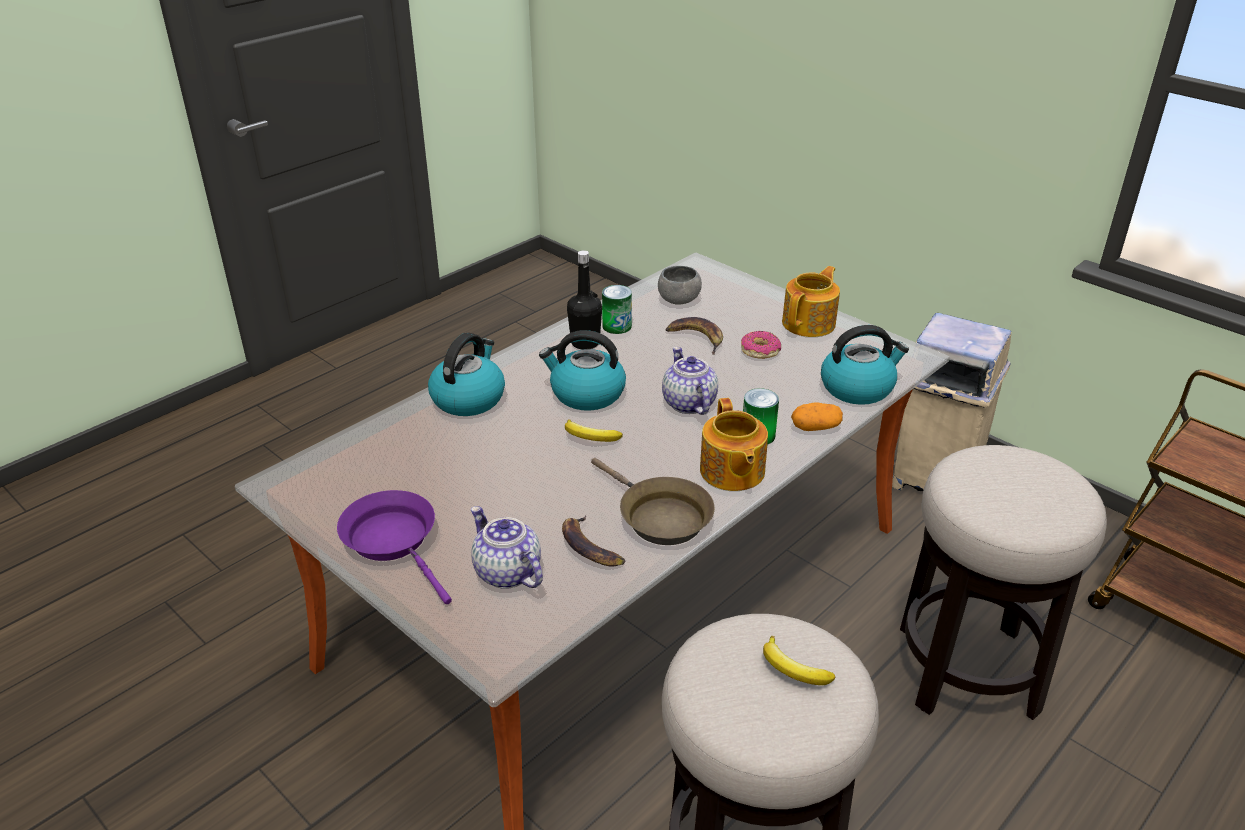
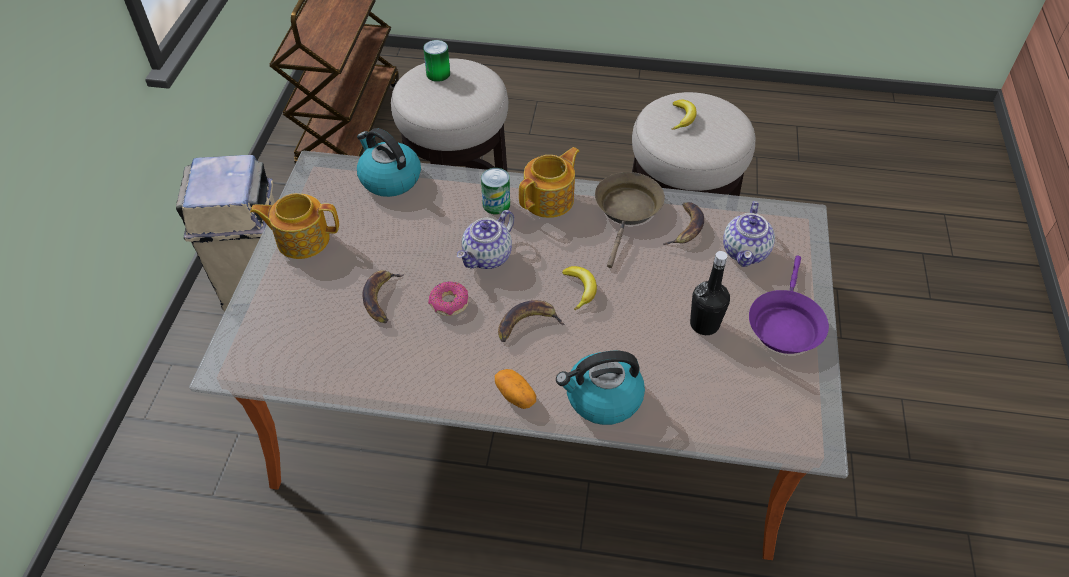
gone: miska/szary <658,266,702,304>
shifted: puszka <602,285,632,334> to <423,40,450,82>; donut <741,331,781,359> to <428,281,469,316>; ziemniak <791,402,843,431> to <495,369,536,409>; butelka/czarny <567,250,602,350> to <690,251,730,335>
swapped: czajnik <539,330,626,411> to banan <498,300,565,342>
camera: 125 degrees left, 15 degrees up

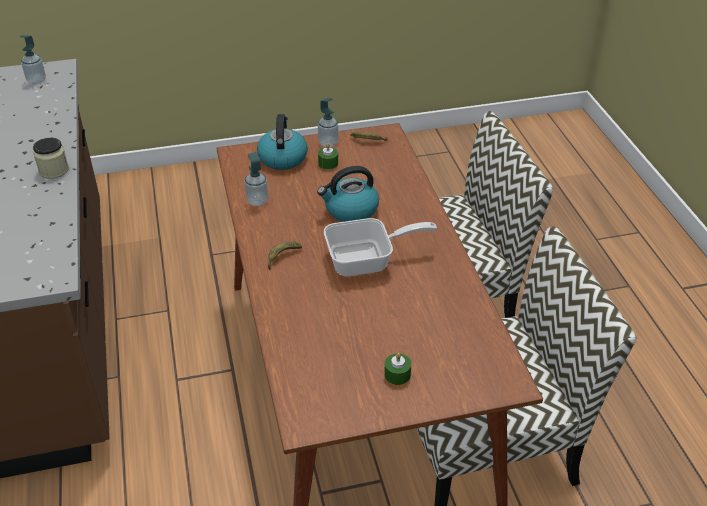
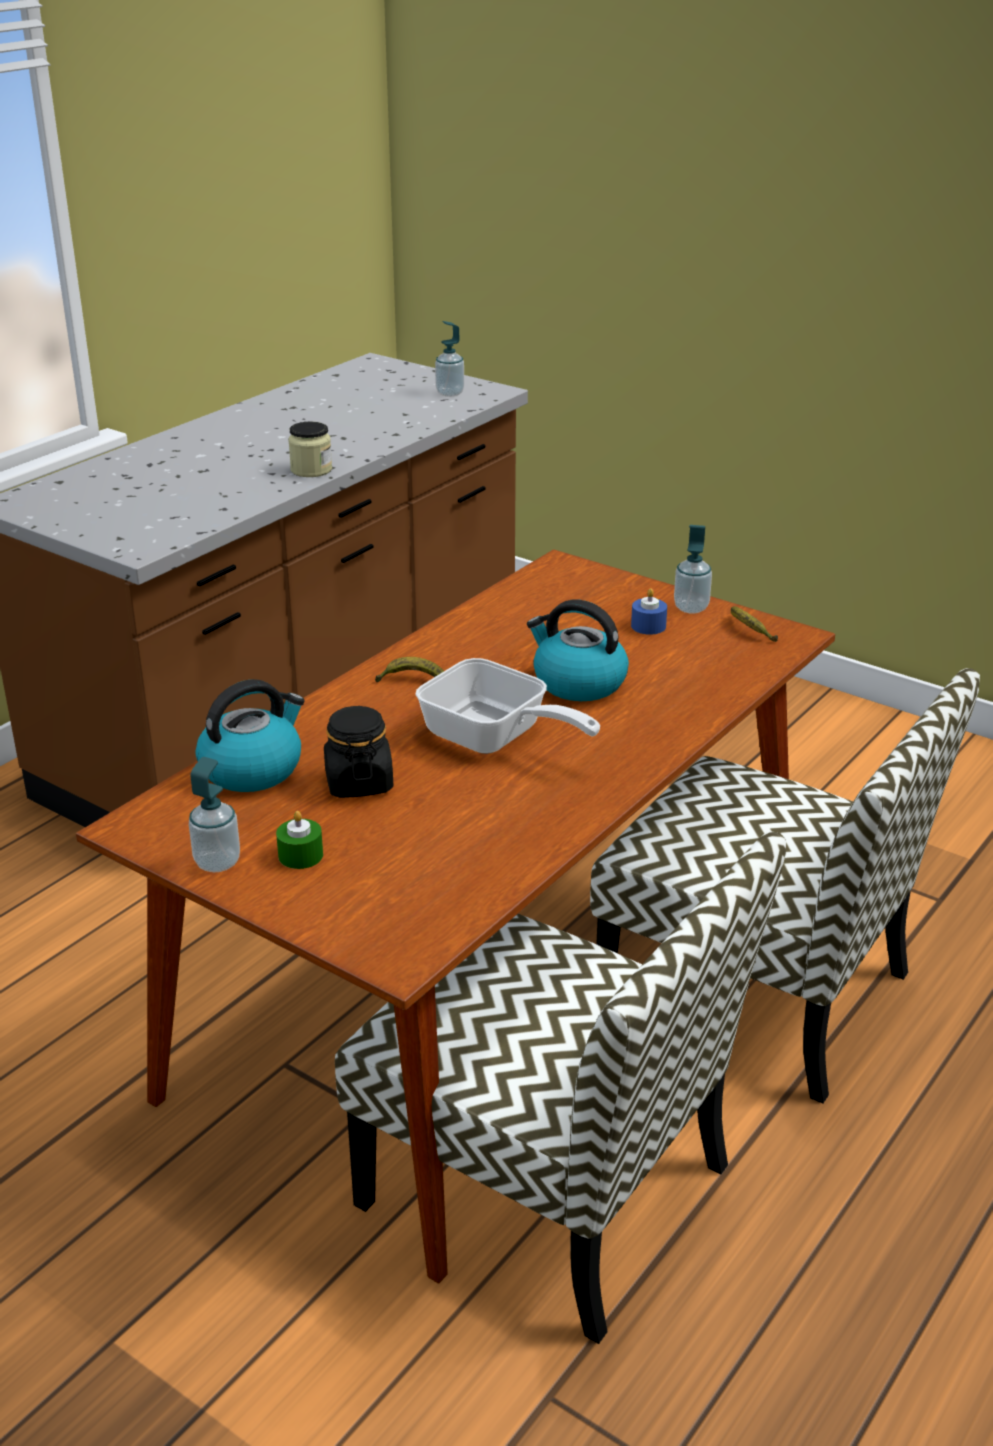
new: słoik/czarny <324,706,394,798>
shifted: dozownik mydła <244,152,268,206> to <189,757,240,872>; czajnik <257,114,308,170> to <196,679,305,792>
repainted: świeca/zielony <318,144,338,170> to świeca/niebieski <631,588,667,635>
camera: 50 degrees right, 10 degrees down

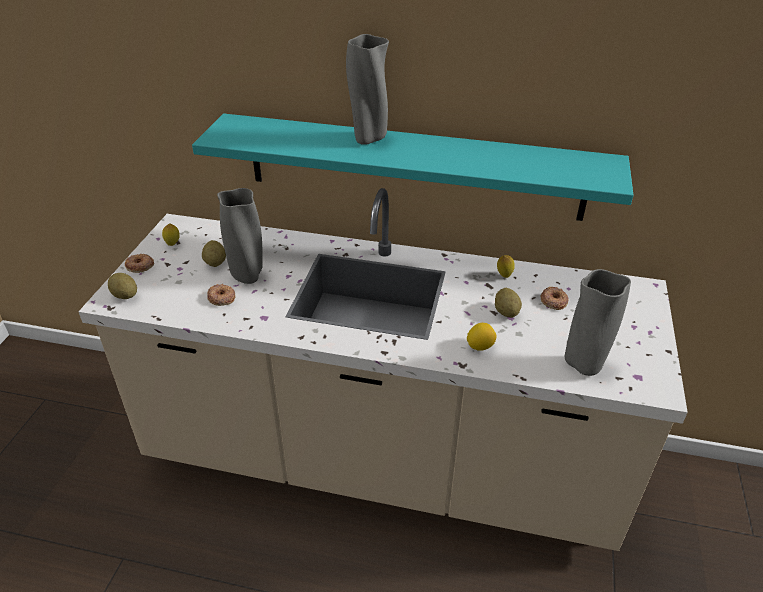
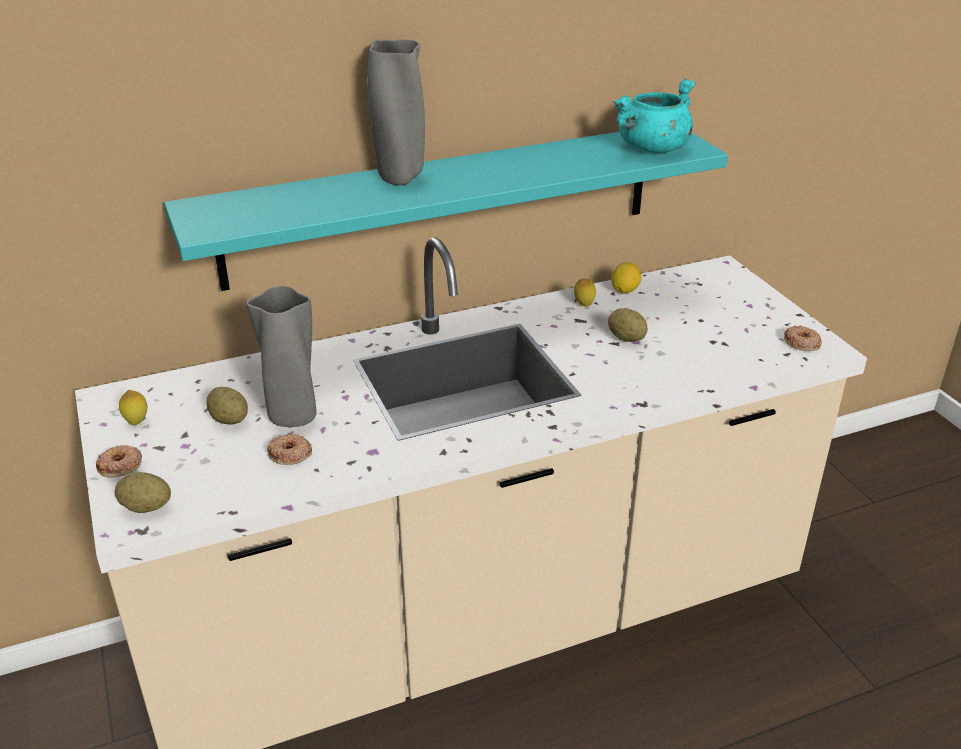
gone: wazon/szary <565,269,631,376>
new: garnek/turkusowy <613,79,696,153>
shifted: cytryna <467,323,496,351> to <611,262,641,293>; donut <540,287,569,310> to <784,325,822,351>
camera: 35 degrees left, 5 degrees down

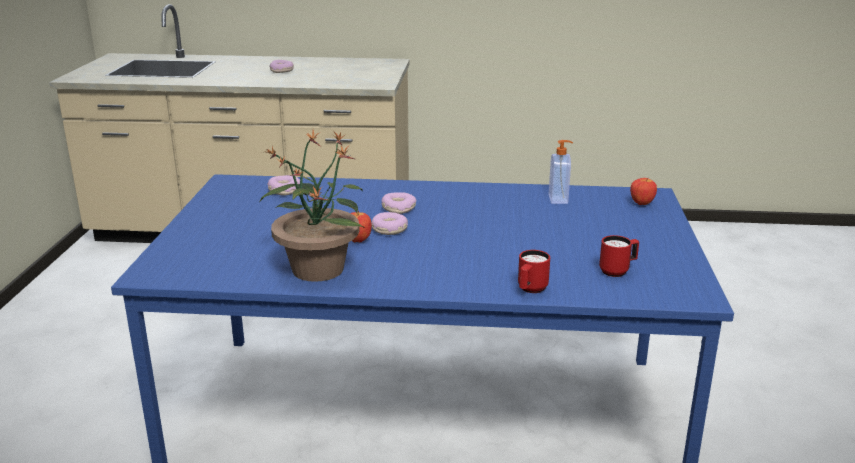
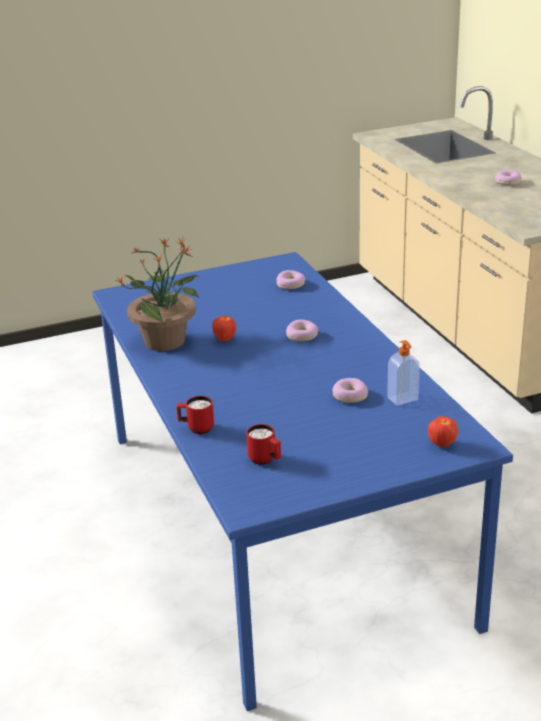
shifted: donut <372,212,408,235> to <333,378,368,403>
camera: 65 degrees right, 5 degrees up

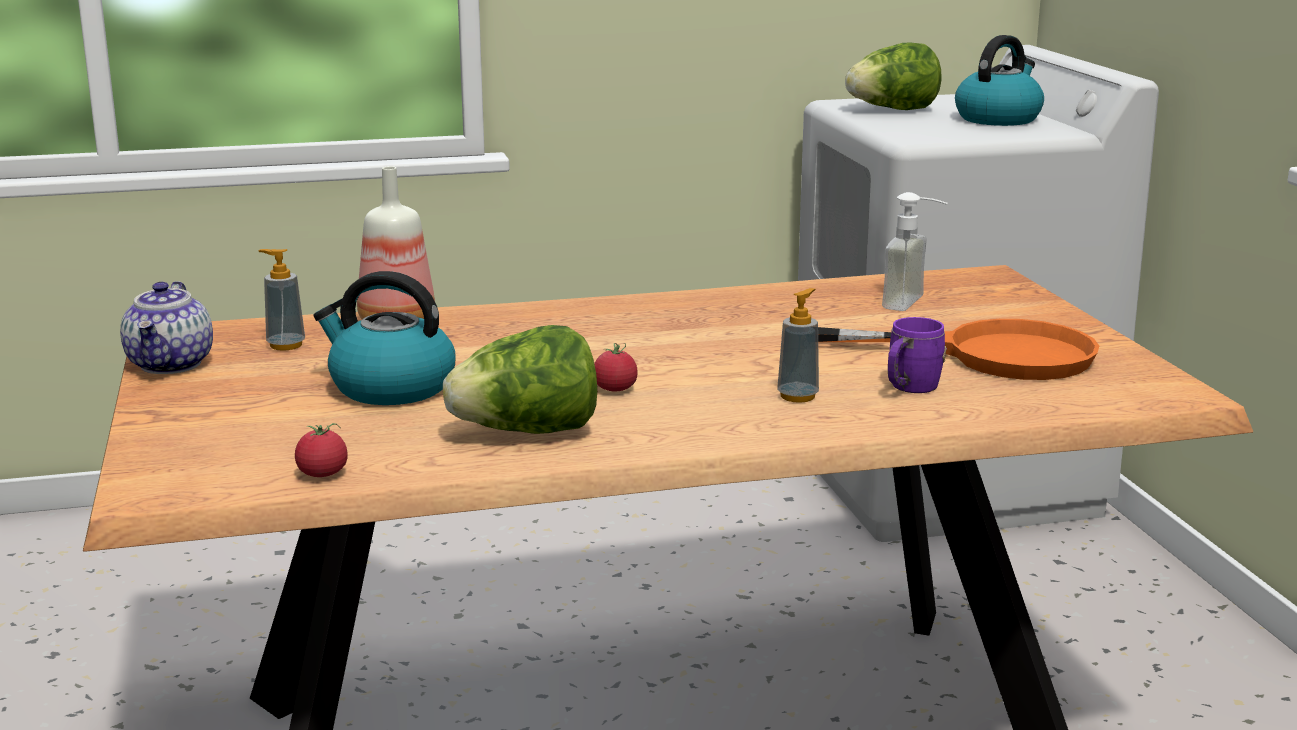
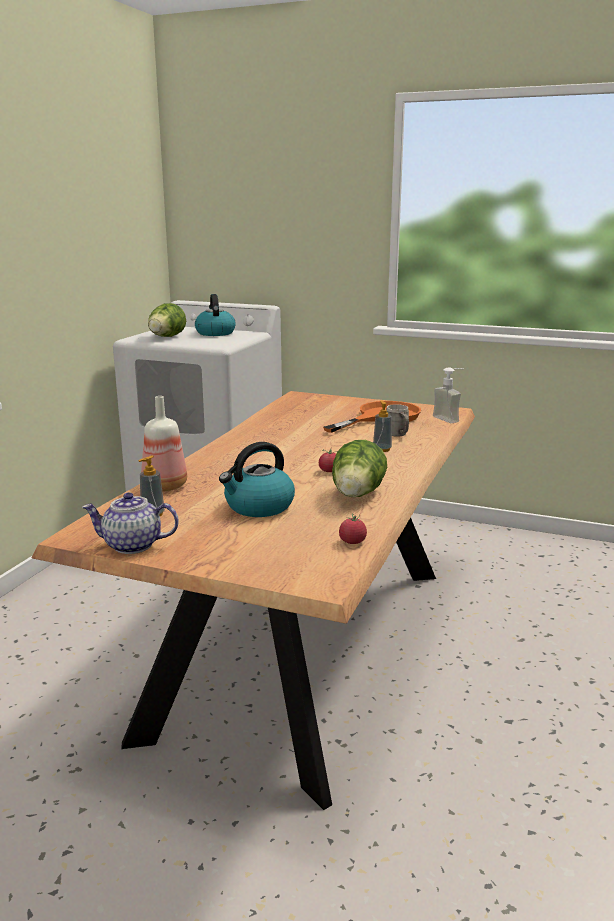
shifted: dozownik mydła <882,192,948,311> to <433,367,463,423>
repainted: kubek/fioletowy <888,317,947,393> to kubek/szary <386,404,409,437>
rotated: imbryk <120,281,213,374> = <82,492,179,554> 150 degrees clockwise
camera: 55 degrees left, 0 degrees up

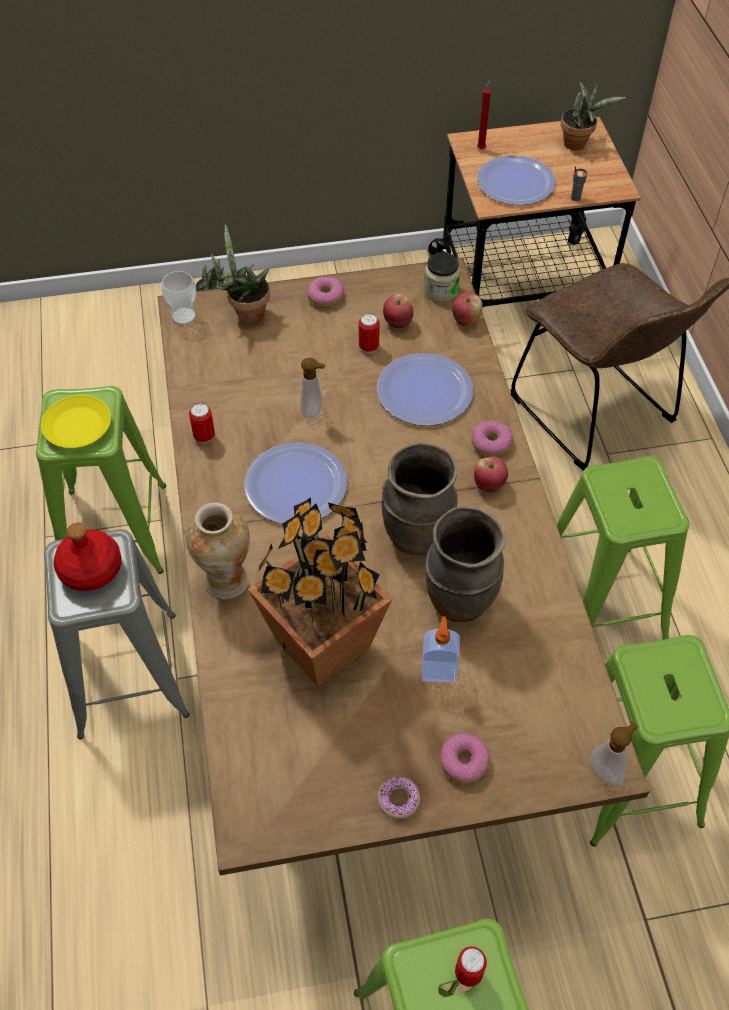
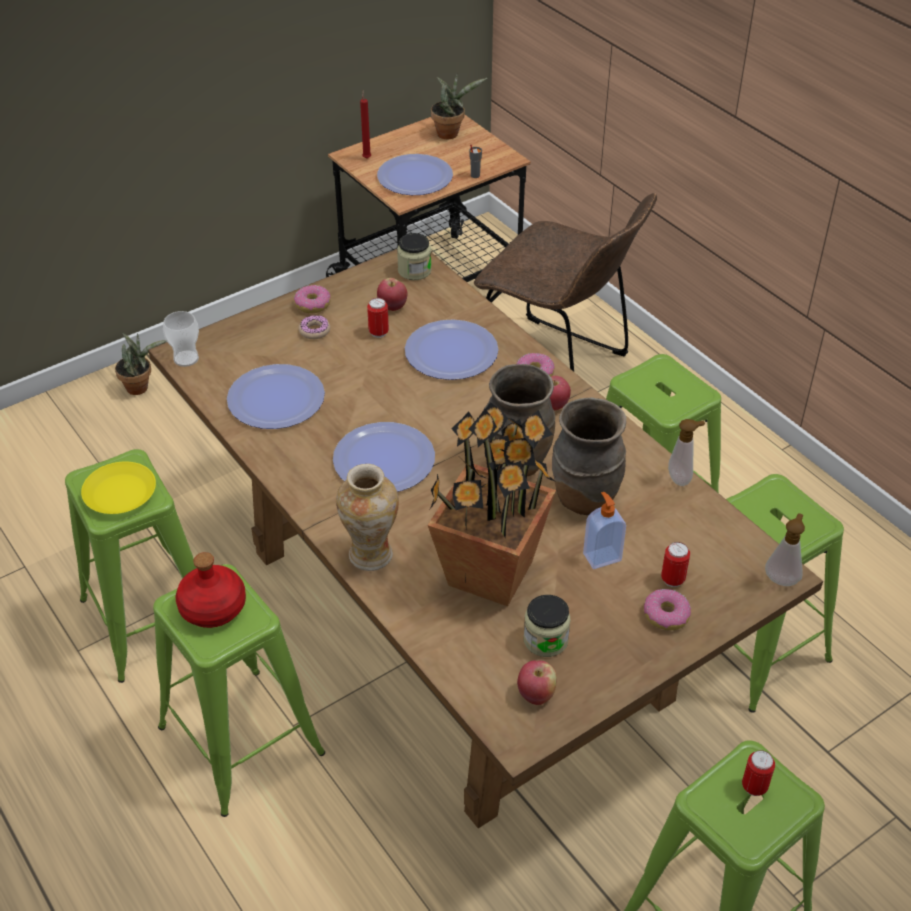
gone: roślina doniczkowa <217,224,270,324>
new: talerz <227,364,325,429>; słoik <524,595,570,657>
shifted: donut <377,777,420,819> to <299,315,330,339>; jabłko <452,292,483,327> to <517,660,557,705>; puszka <189,403,215,443> to <661,542,690,587>; dozownik mydła <300,358,326,419> to <668,419,705,486>
repainted: stołek/szary <44,529,189,739> to stołek/zielony <153,564,325,817>
camera: 25 degrees left, 10 degrees down

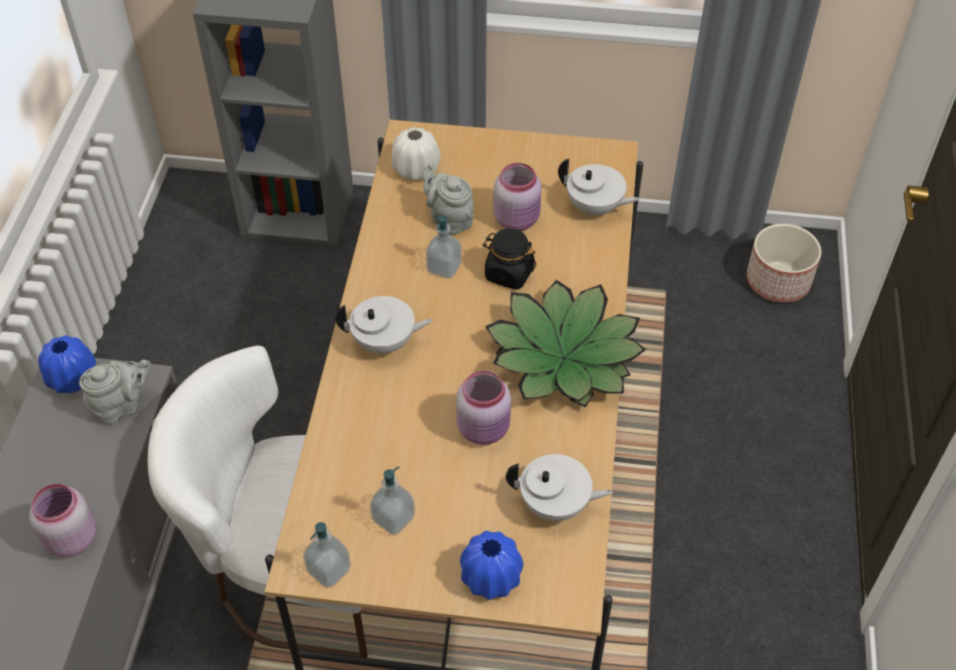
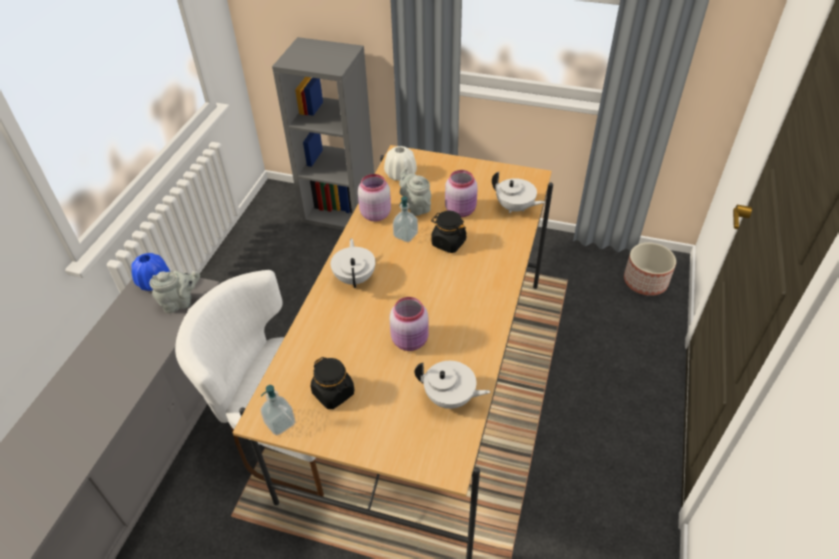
gone: wazon/niebieski <460,531,523,600>; roślina doniczkowa <485,280,646,407>
shifted: słoik/różowy <29,484,96,557> to <358,174,391,221>
swapped: dozownik mydła <370,466,415,535> to słoik/czarny <311,357,354,409>
rotated: imbryk/biały <335,296,433,356> = <331,238,376,288> 105 degrees counterclockwise
camera: 10 degrees right, 5 degrees down

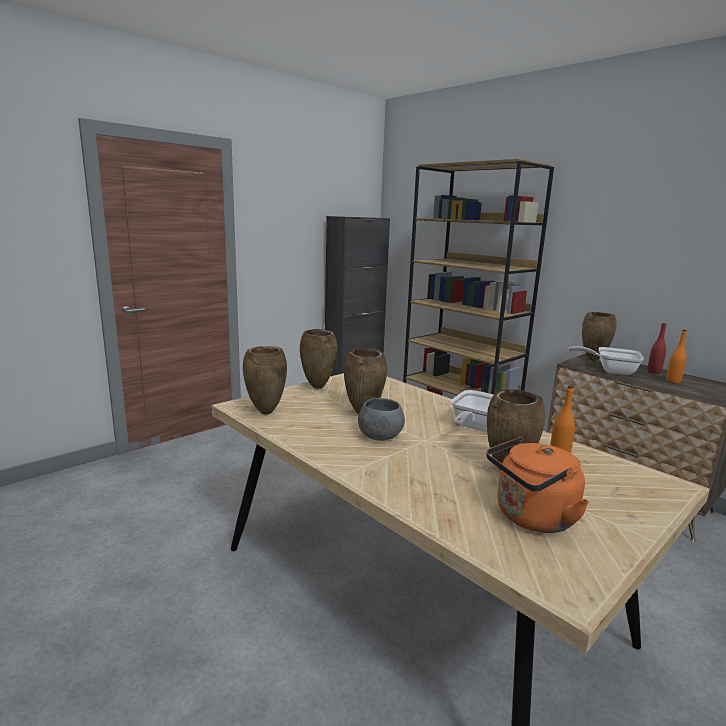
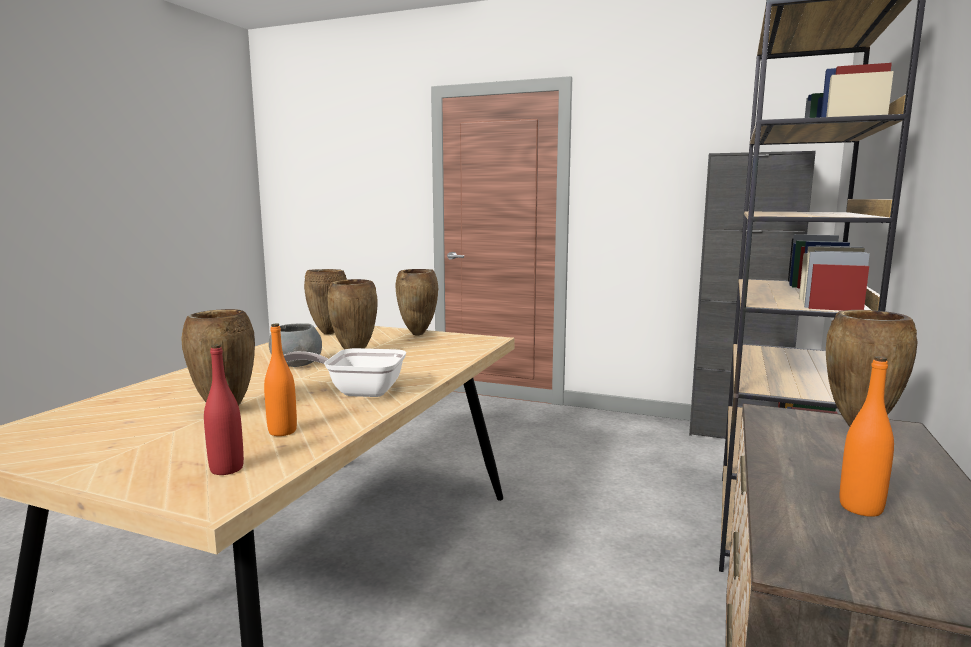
gone: czajnik/pomarańczowy <486,437,589,533>; patelnia <569,346,644,375>
shifted: butelka/czerwony <648,323,666,374> to <204,344,244,475>
camera: 65 degrees right, 5 degrees down

